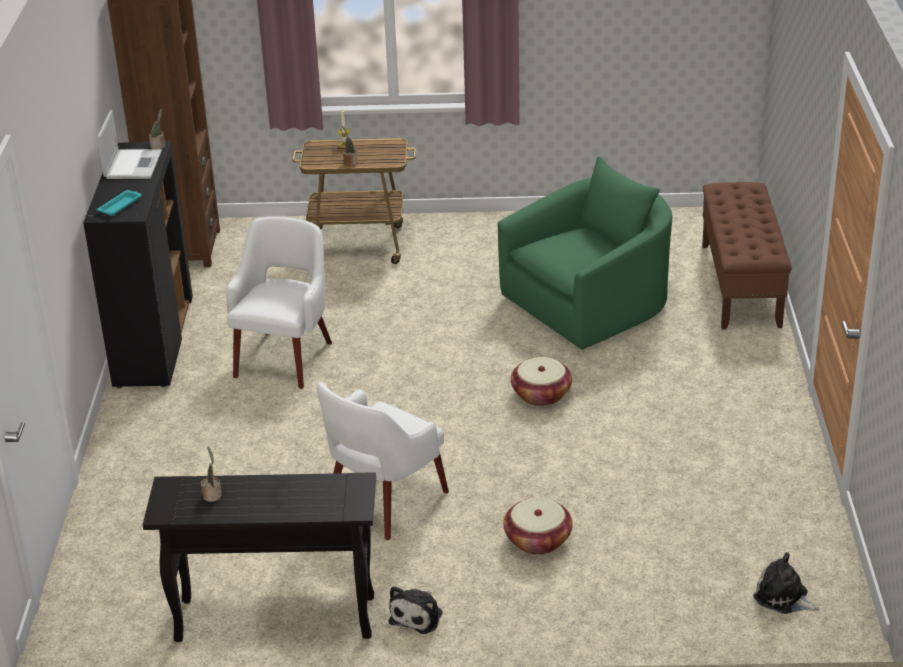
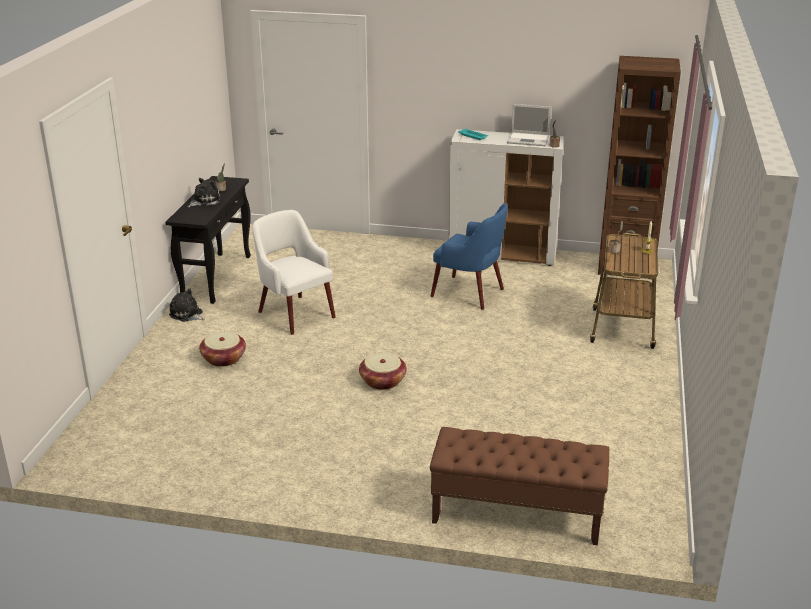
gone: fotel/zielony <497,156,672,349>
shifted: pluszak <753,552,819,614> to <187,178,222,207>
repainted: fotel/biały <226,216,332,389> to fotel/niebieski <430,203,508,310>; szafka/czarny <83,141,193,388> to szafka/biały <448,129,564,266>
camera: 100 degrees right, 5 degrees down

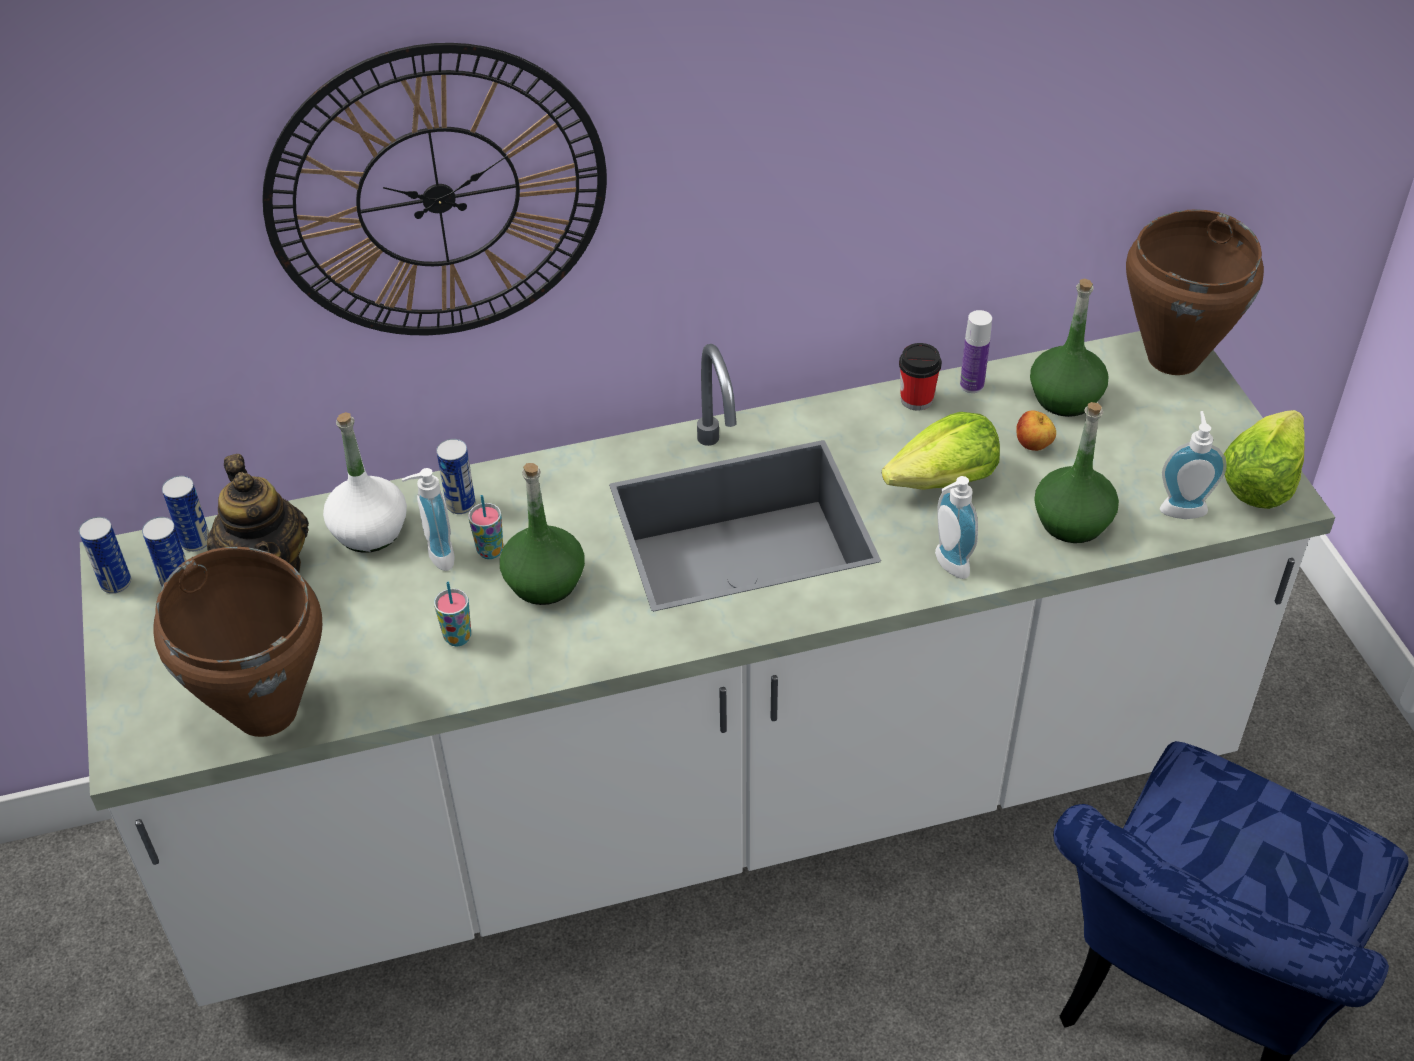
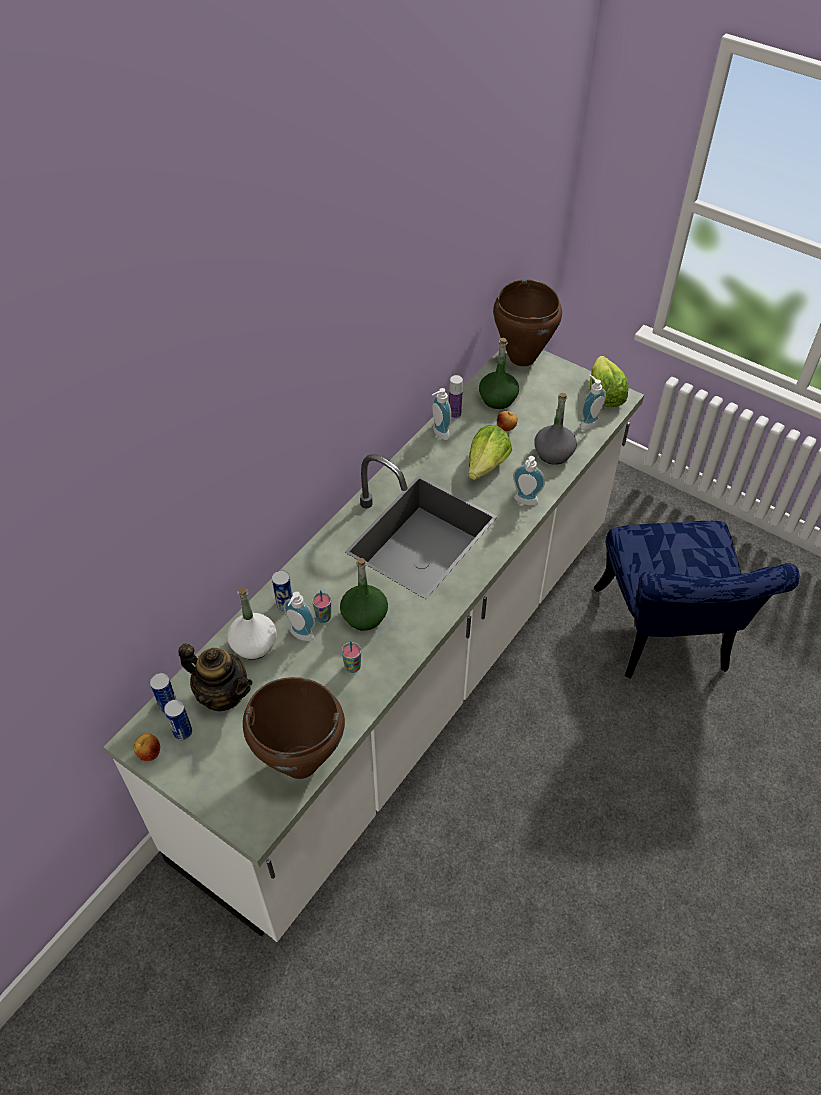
gone: zegar ścienny <262,43,607,335>
swapped: puszka <79,517,131,594> to jabłko <134,734,160,761>; filiżanka <899,343,942,411> to dozownik mydła <432,388,451,440>
repainted: butelka/zielony <1034,402,1119,543> to butelka/szary <534,393,577,465>
camera: 40 degrees left, 5 degrees up

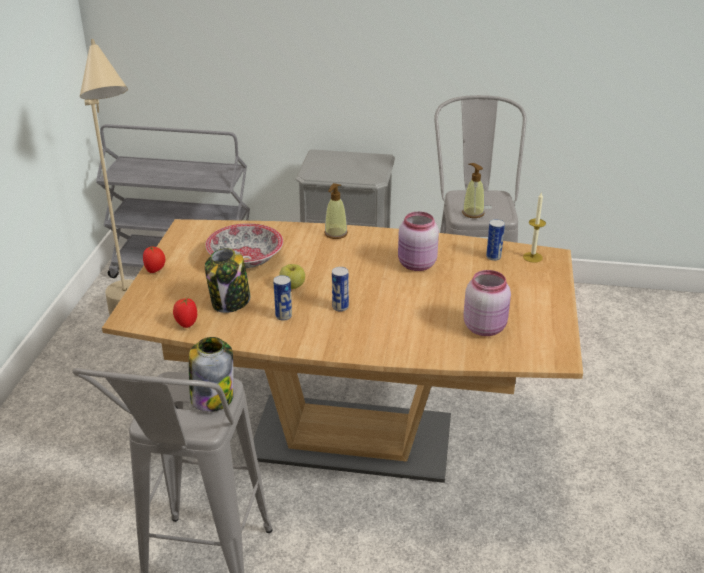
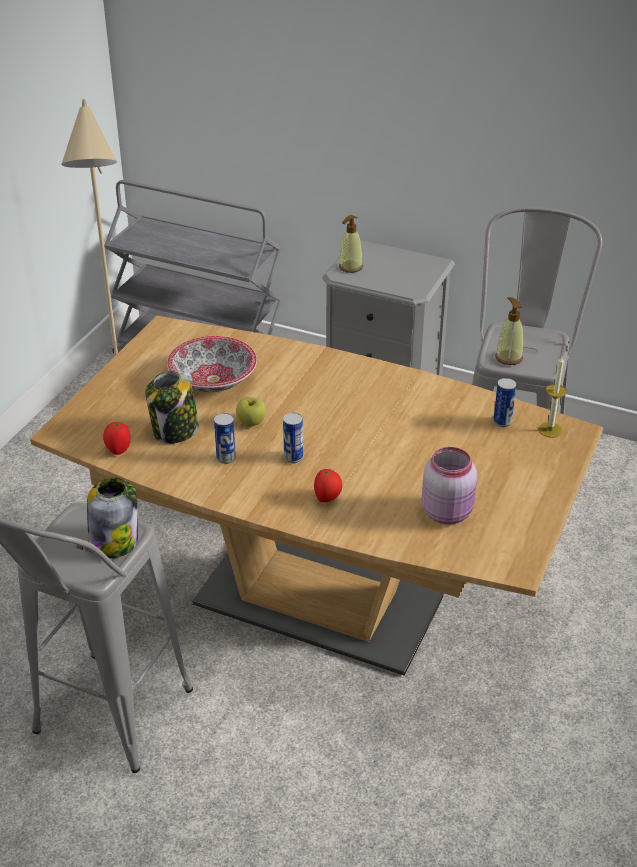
gone: słoik/różowy <398,212,439,271>
shifted: pomidor <143,246,165,273> to <314,469,342,503>; dozownik mydła <324,183,348,239> to <339,215,363,273>
camera: 15 degrees right, 5 degrees up

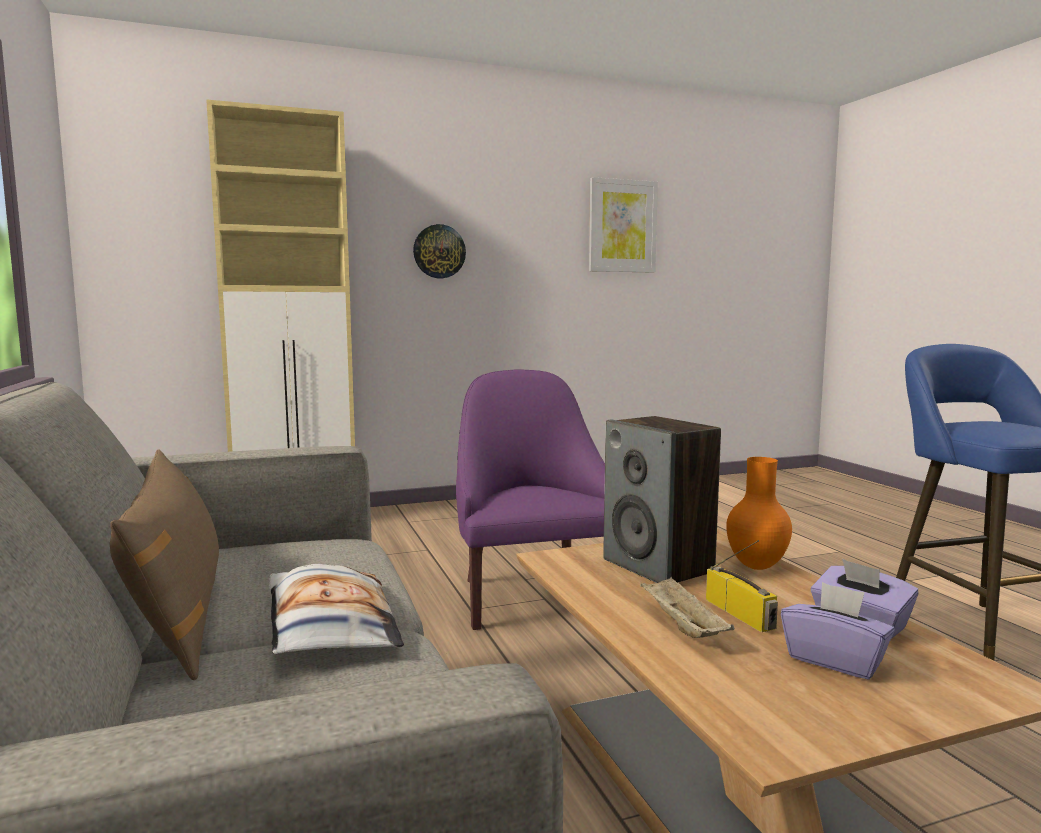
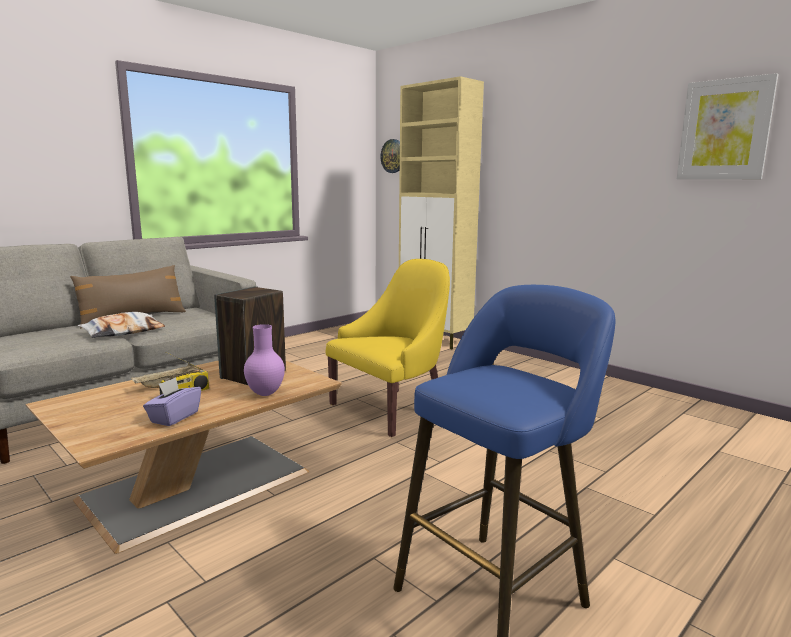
gone: pudełko chusteczek/fioletowy <781,582,895,680>
shifted: zegar ścienny <413,224,466,278> to <380,139,400,173>
repainted: wazon/pomarańczowy <726,457,792,570> to wazon/fioletowy <244,324,285,396>; fotel/fioletowy <456,369,605,630> to fotel/żółty <326,259,450,437>
camera: 65 degrees right, 5 degrees up

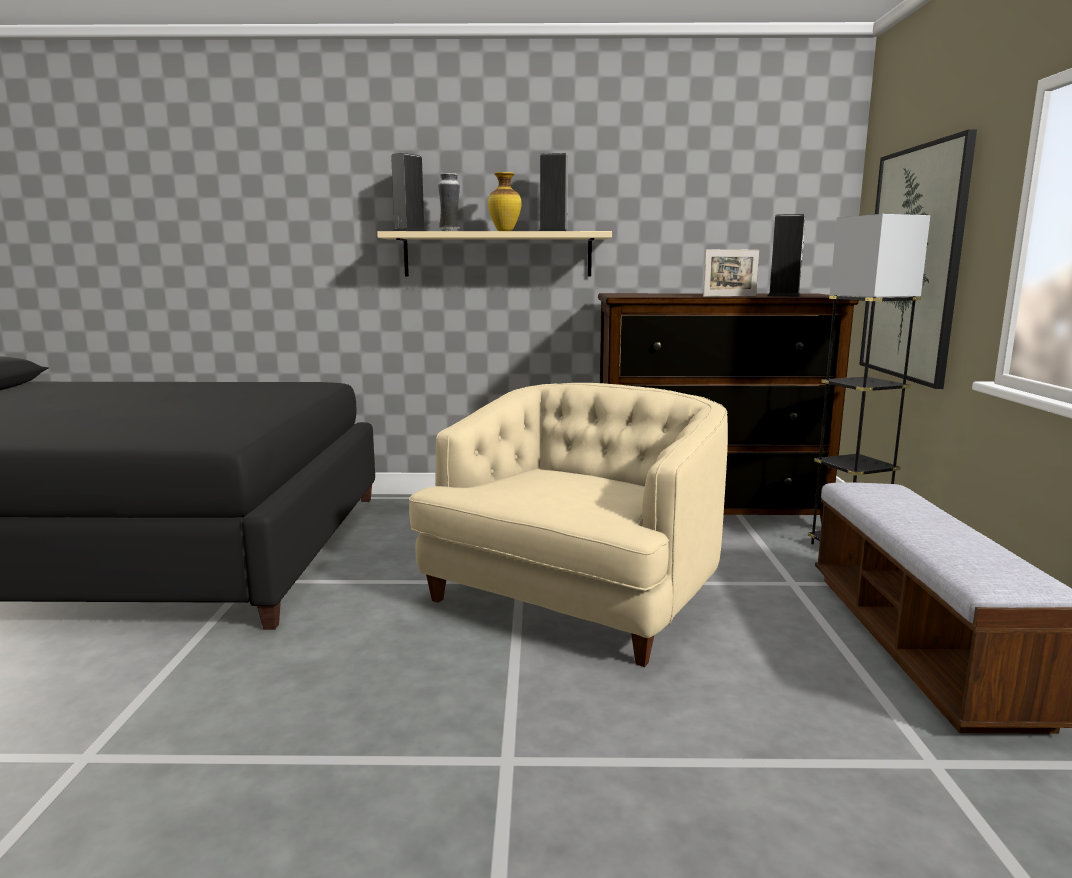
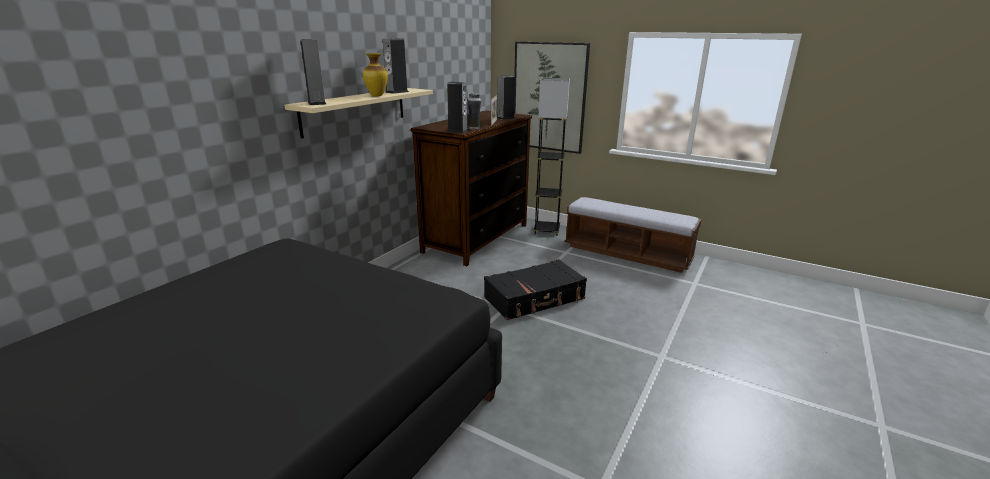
new: głośnik <447,82,469,133>
shifted: wazon <438,173,460,231> to <468,93,481,130>
swapped: fotel/beżowy <409,383,728,667> to walizka/czarny <484,259,587,320>
camera: 60 degrees left, 10 degrees up

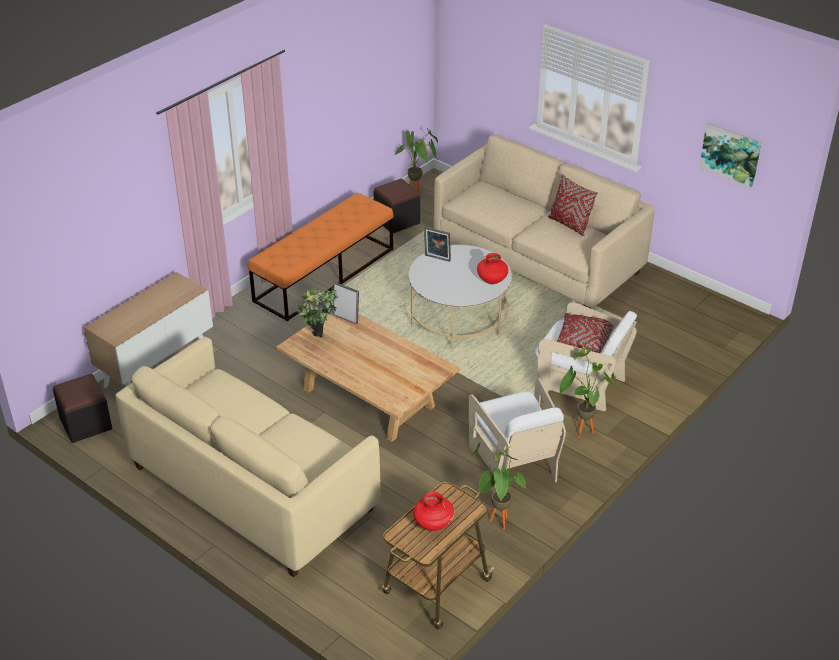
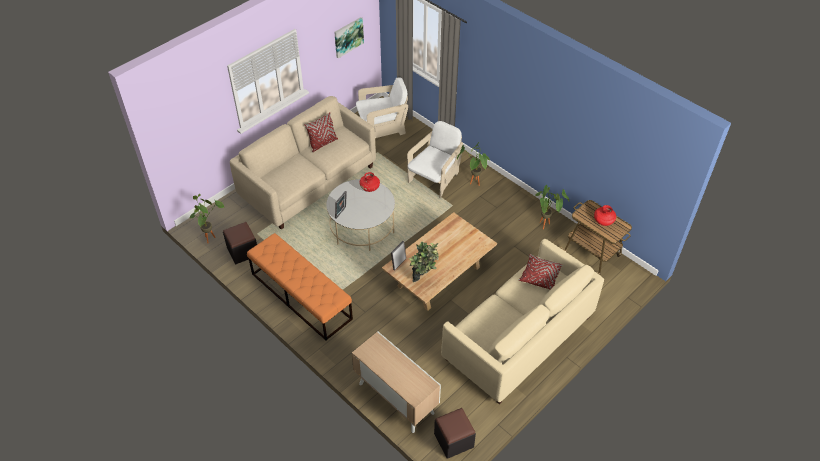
shifted: fotel/biały <469,378,566,483> to <356,77,408,138>; poduszka/czerwony <556,313,614,353> to <519,254,563,290>
camera: 85 degrees left, 10 degrees up

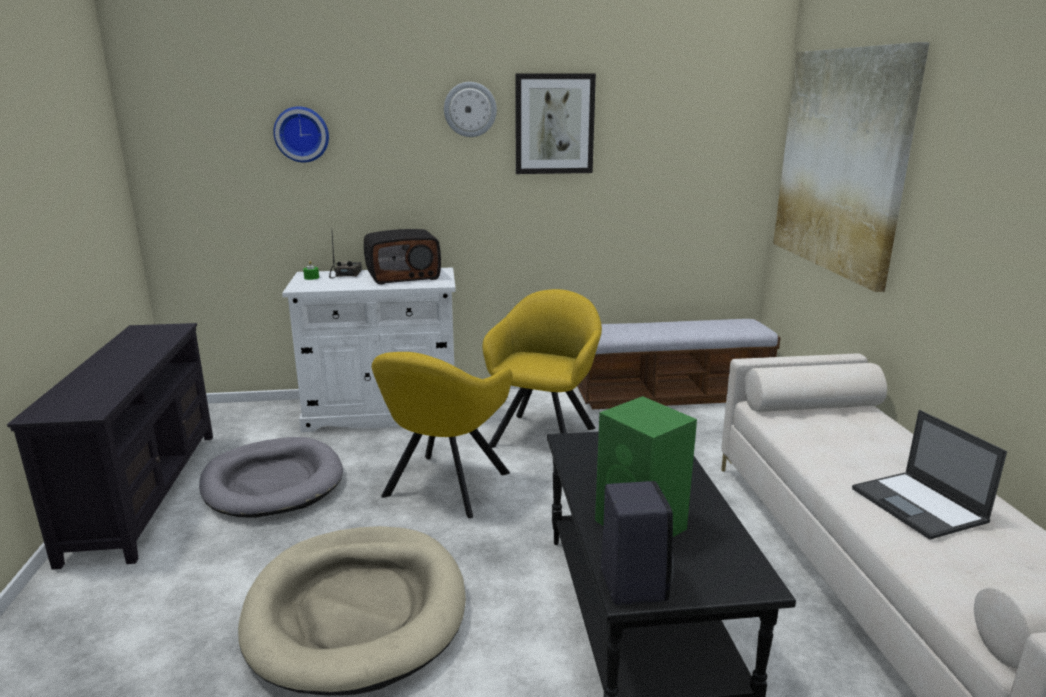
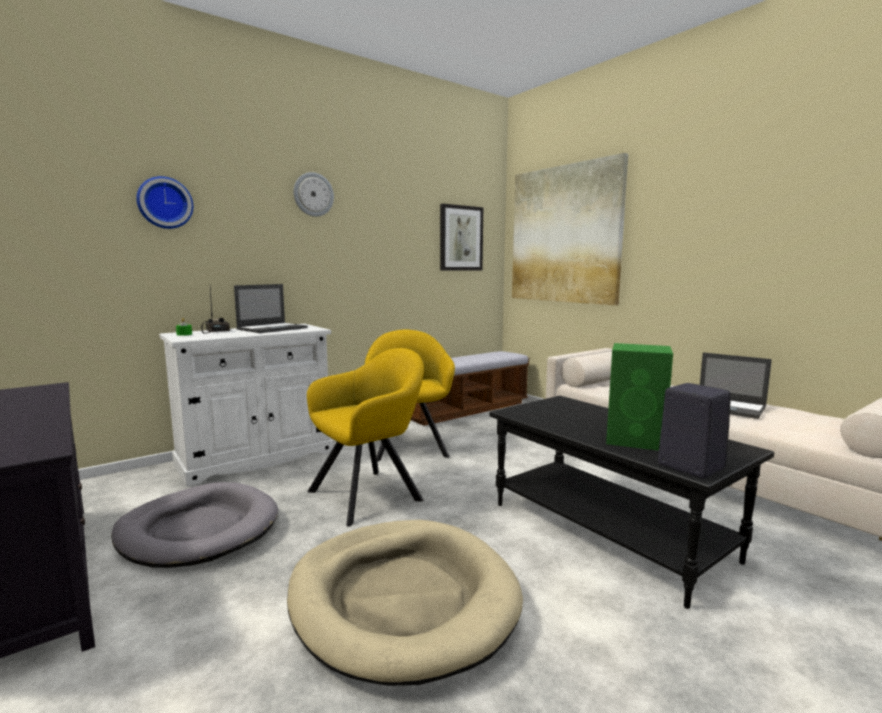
shifted: obraz <515,73,596,174> to <440,204,483,271>
swapped: radio <364,229,441,285> to laptop <234,284,308,333>
rotated: fotel/żółty <372,352,512,518> = <307,348,424,527> 120 degrees counterclockwise
camera: 30 degrees left, 10 degrees down

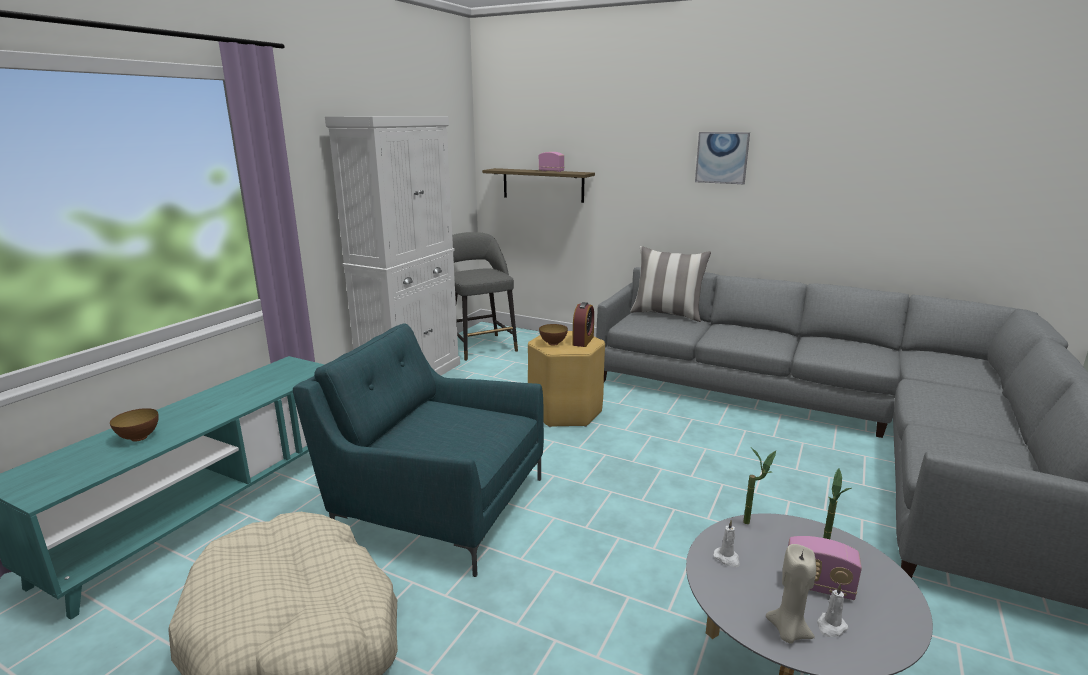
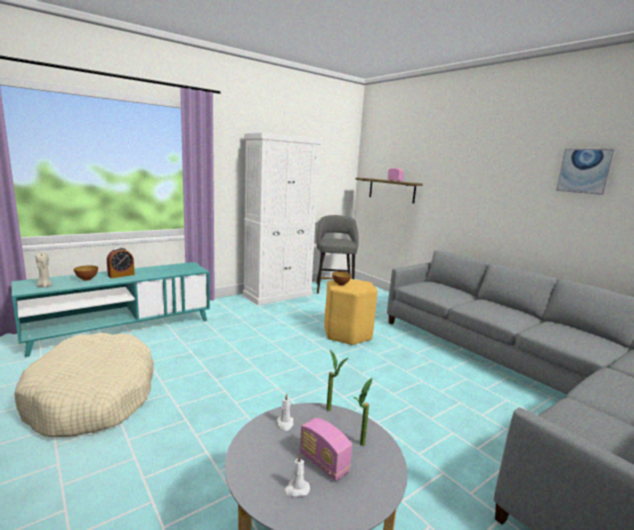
gone: fotel/turkusowy <293,323,544,577>; poduszka <630,246,711,322>
shifted: świeca/beżowy <766,544,816,644> to <35,252,53,288>; budzik <572,302,594,347> to <107,248,135,278>; obraz <695,132,750,184> to <556,149,615,195>
camera: 25 degrees right, 5 degrees down

